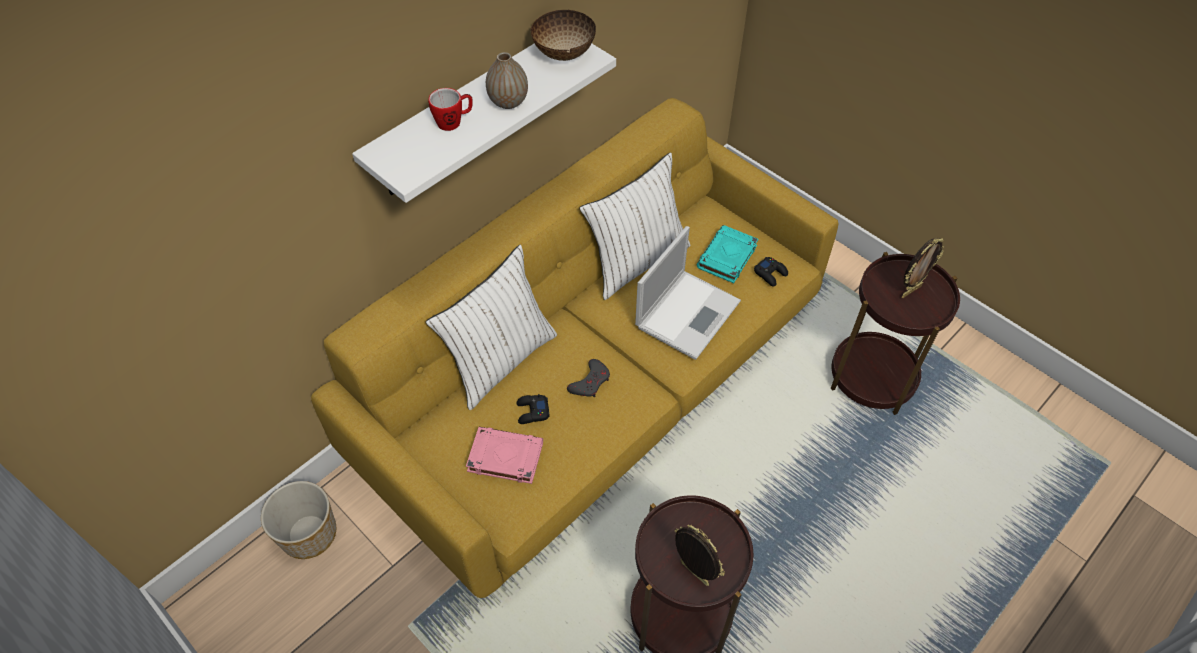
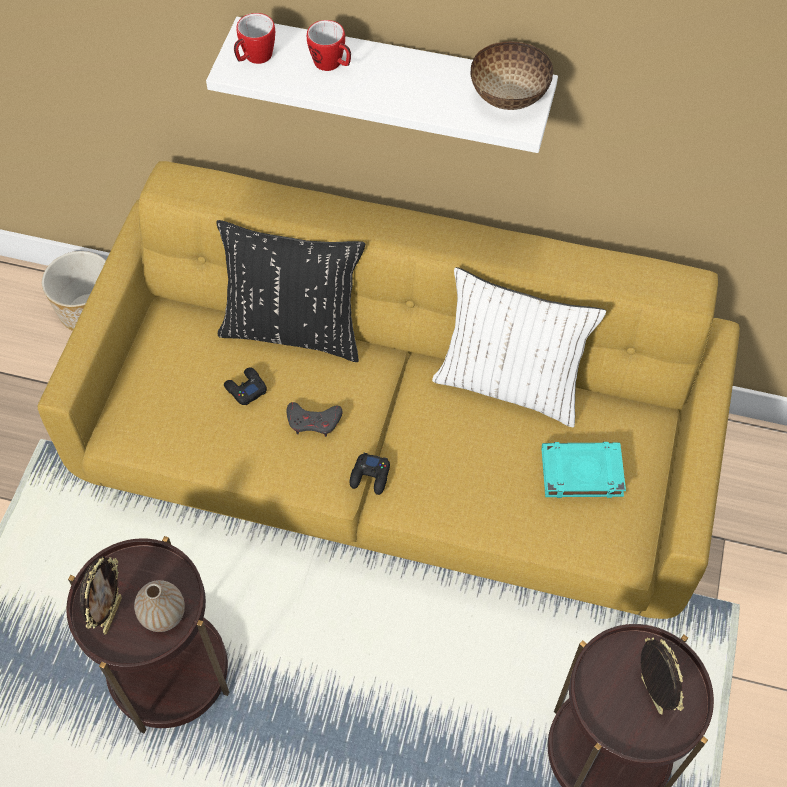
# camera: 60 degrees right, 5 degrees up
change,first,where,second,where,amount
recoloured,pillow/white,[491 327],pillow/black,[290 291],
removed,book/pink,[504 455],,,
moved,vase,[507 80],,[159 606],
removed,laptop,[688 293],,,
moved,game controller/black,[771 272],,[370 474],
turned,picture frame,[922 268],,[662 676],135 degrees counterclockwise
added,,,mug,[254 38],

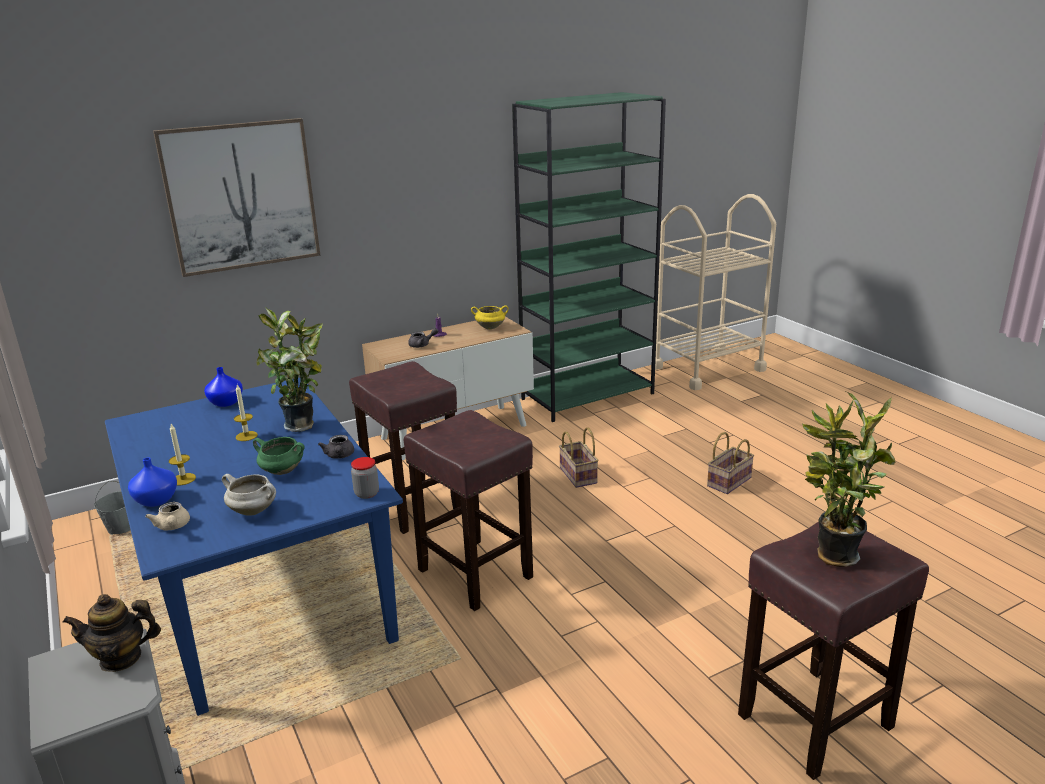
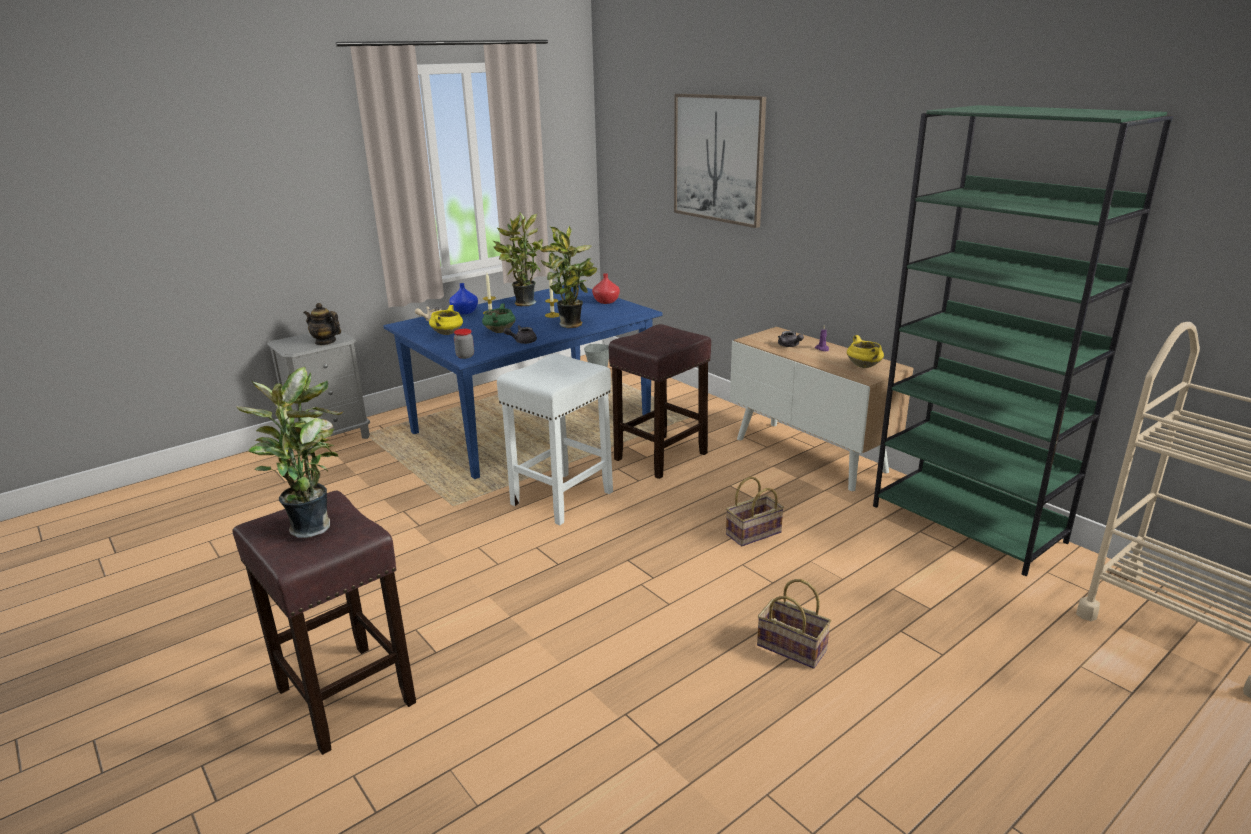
# camera: 80 degrees right, 0 degrees up
change,first,where,second,where,amount
turned,teapot,[111 633],,[322 324],45 degrees counterclockwise
recoloured,vase/blue,[223 387],vase/red,[606 288],
recoloured,cooking pot/white,[249 495],cooking pot/yellow,[446 320],
recoloured,stool/brown,[468 510],stool/white,[555 439],
added,,,potted plant,[518 259],

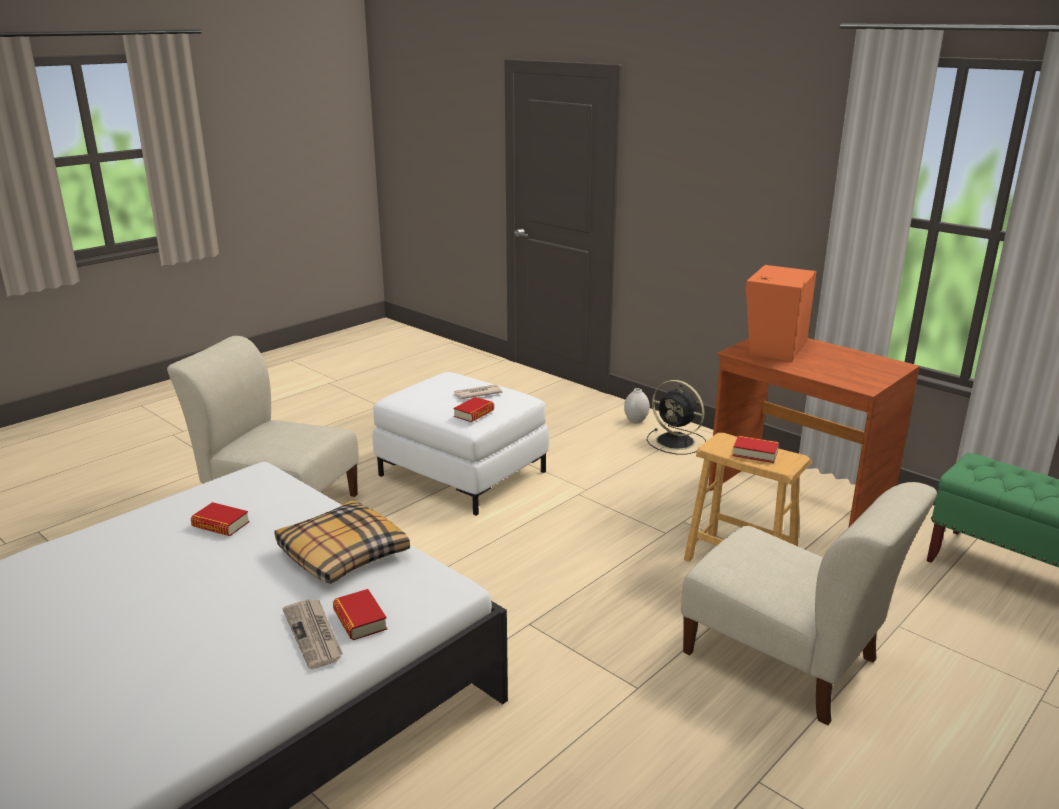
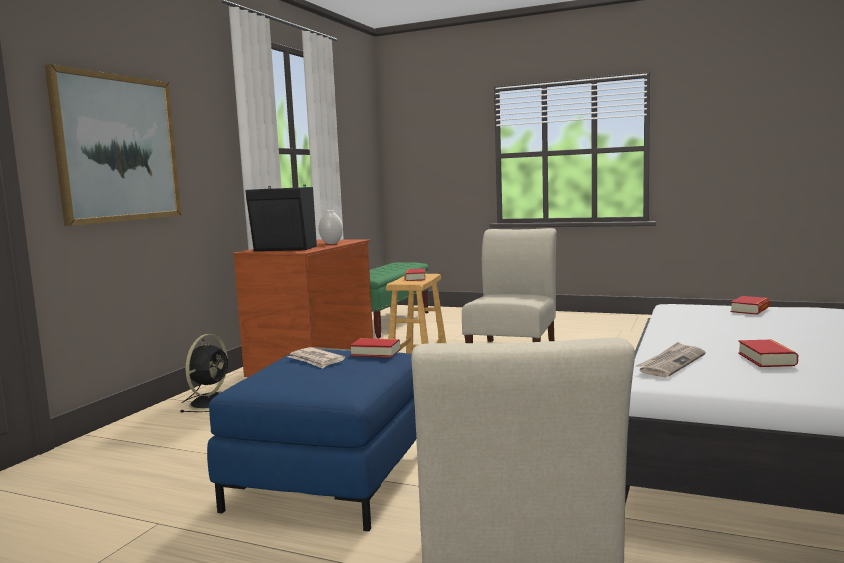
# camera: 110 degrees left, 15 degrees down
change,first,where,second,where,amount
removed,pillow,[342 542],,,
moved,newspaper,[313 634],,[671 359],
recoloured,ottoman/white,[460 444],ottoman/blue,[311 440],
moved,vase/white,[637 406],,[331 227],
recoloured,speaker/orange,[781 313],speaker/black,[281 218],
added,,,picture,[113 145],

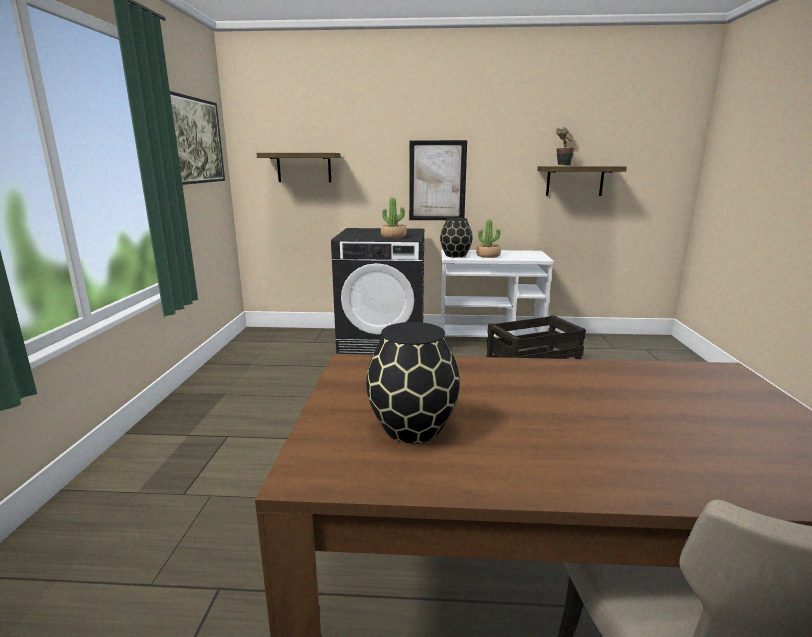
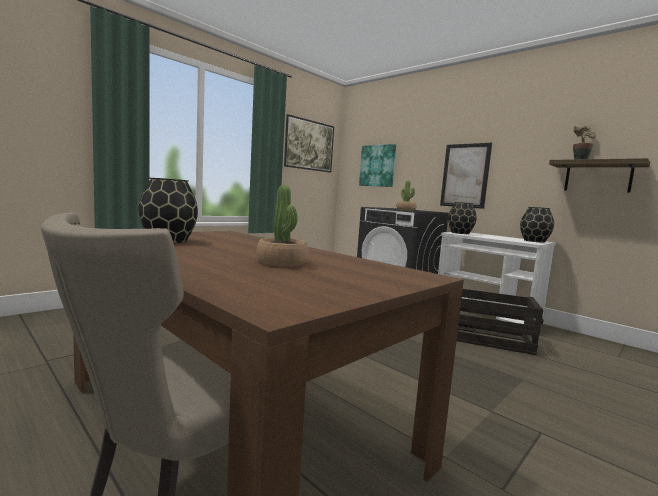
# camera: 40 degrees right, 10 degrees down
change,first,where,second,where,amount
replaced,shelf,[299 167],picture,[377 165],
moved,potted plant,[488 238],,[282 226],
added,,,vase/black,[537 225],

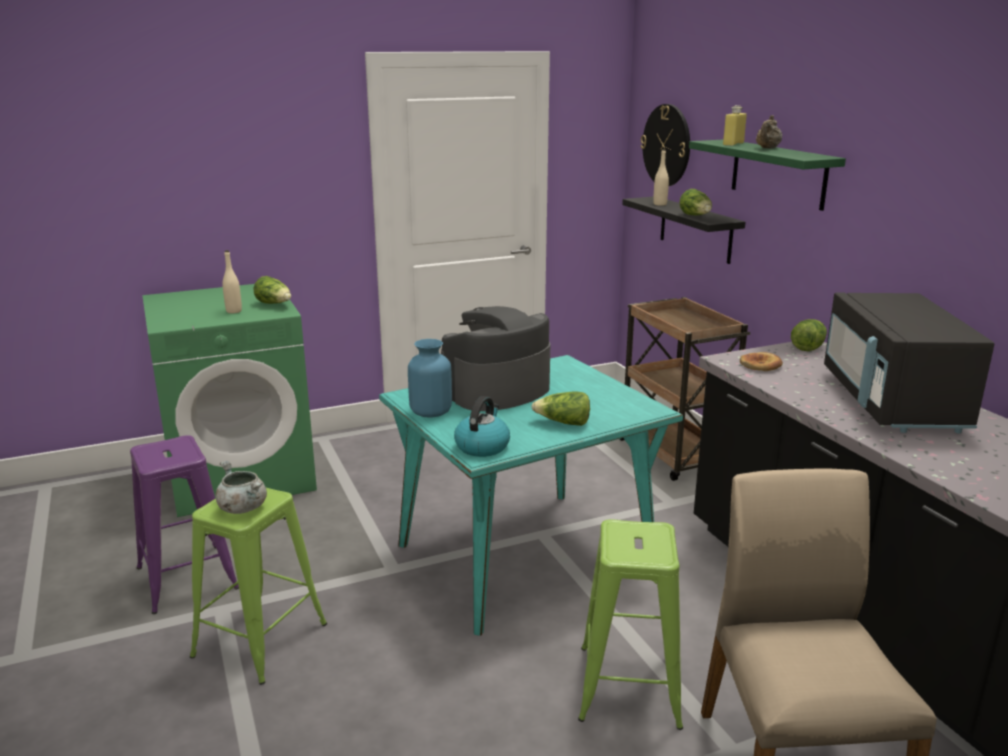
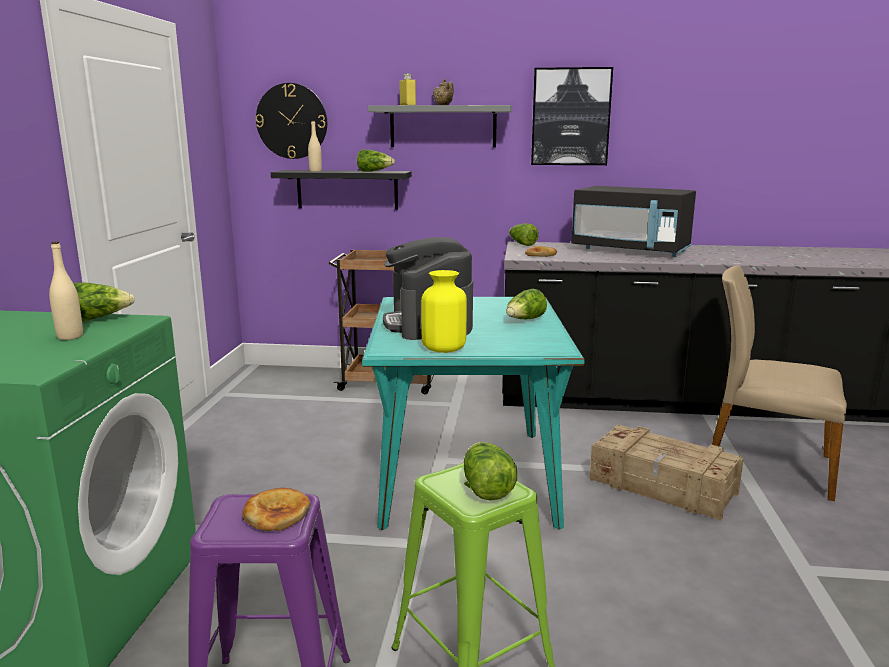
# camera: 60 degrees left, 5 degrees down
change,first,where,second,where,amount
replaced,cooking pot/grey,[241 487],lettuce,[490 471],
recoloured,vase/blue,[430 378],vase/yellow,[444 311],
removed,kettle,[482 426],,,
replaced,stool/green,[630 624],crate,[666 473],
recoloured,shelf/green,[767 175],shelf/grey,[440 126],
added,,,bread,[276 509],
added,,,picture,[572 116],

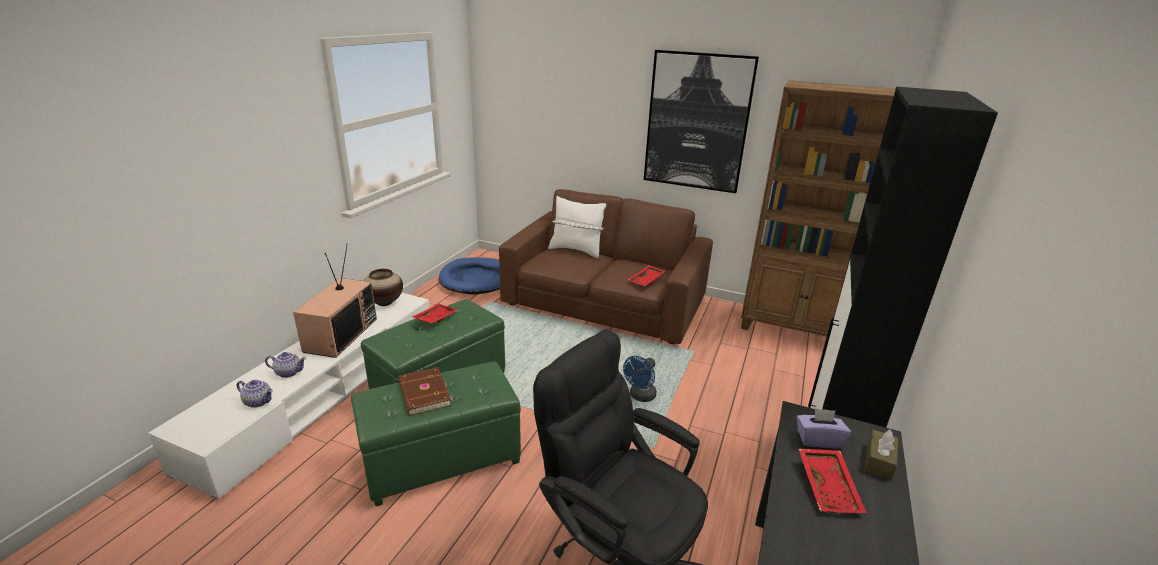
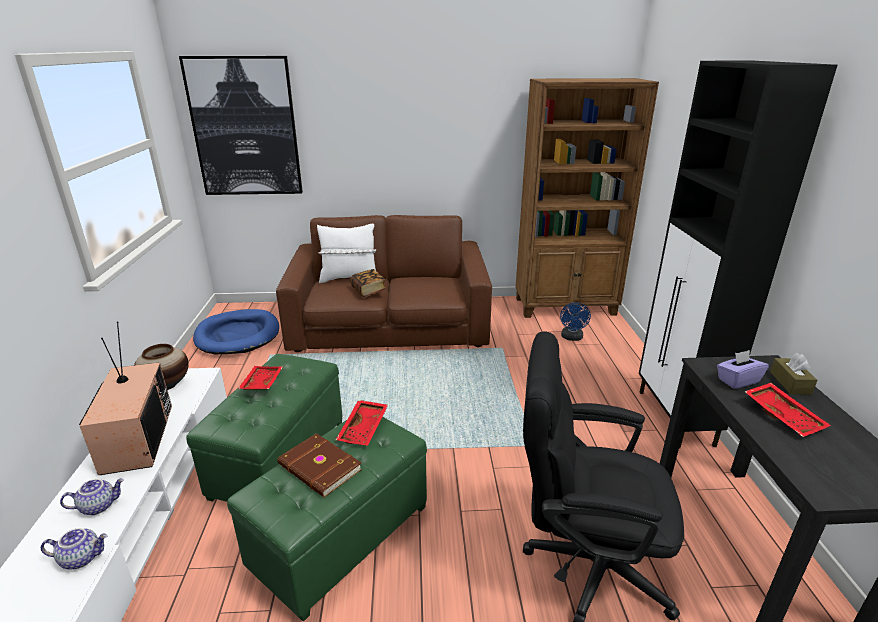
# camera: 25 degrees left, 0 degrees up
change,first,where,second,where,amount
moved,fan/blue,[640 379],,[575 321],
moved,tray/red,[646 275],,[362 423],
moved,picture,[701 121],,[241 125],
added,,,book,[368 283],

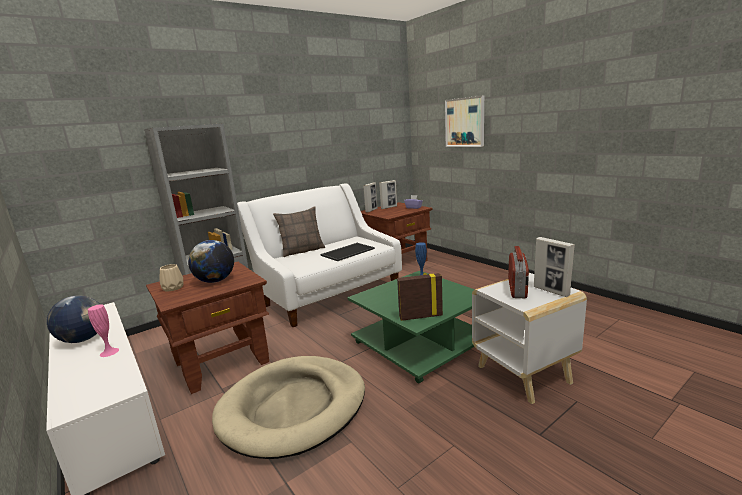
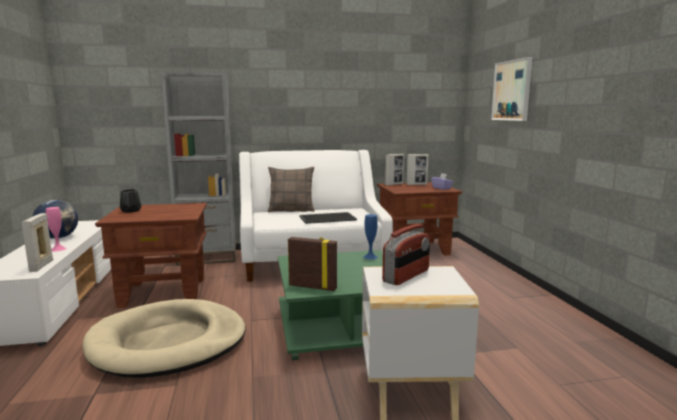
# camera: 25 degrees right, 5 degrees down
change,first,where,second,where,amount
recoloured,vase/beige,[171 278],vase/black,[130 200],
removed,globe,[211 261],,,
moved,picture frame,[554 267],,[37 242],

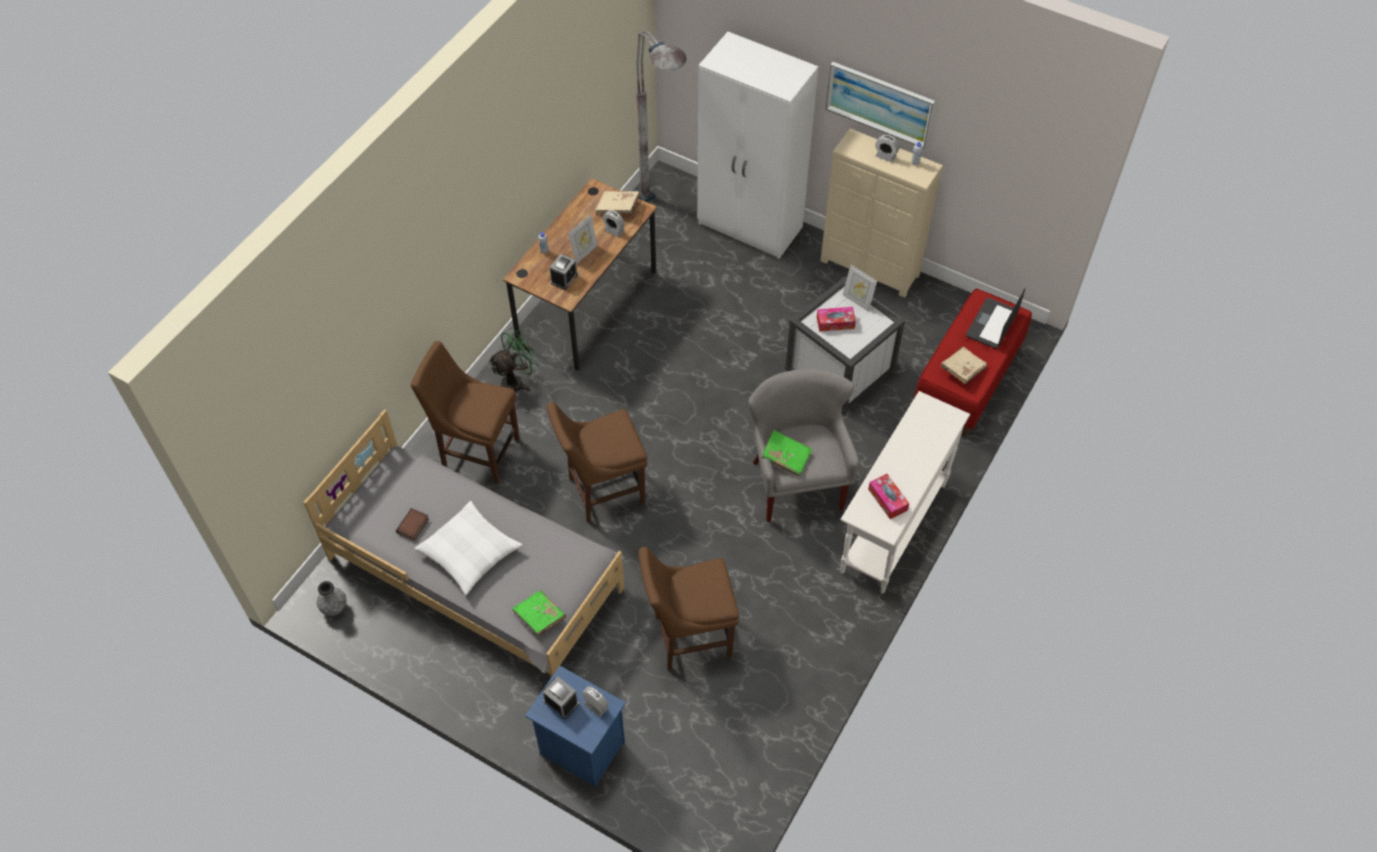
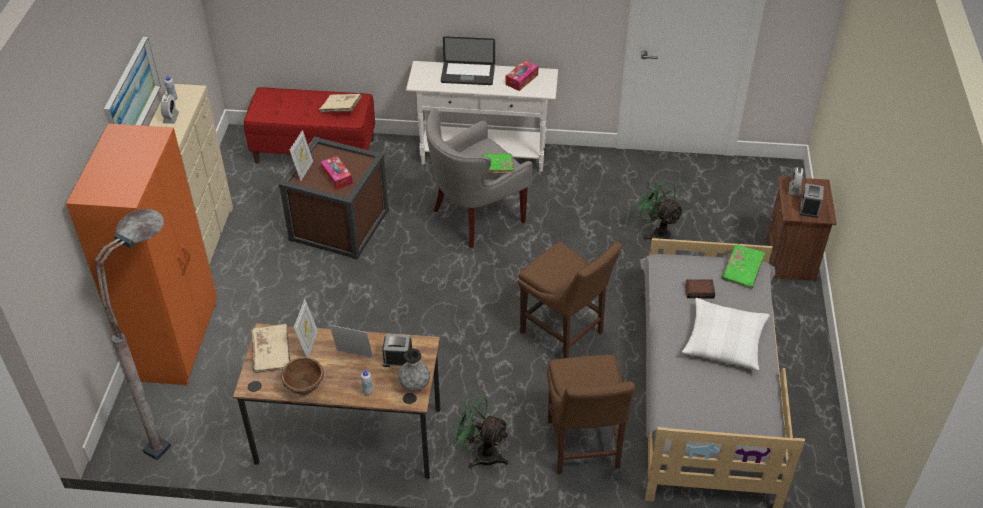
# camera: 115 degrees left, 10 degrees down
change,first,where,second,where,amount
moved,vase/grey,[332 598],,[414 370],
moved,book,[412 524],,[700 288],
recoloured,nightstand/blue,[575 726],nightstand/brown,[801 229],
replaced,alarm clock,[614 223],picture frame,[306 328],
replaced,chair/brown,[688 608],fan/green,[659 208],
recoloured,wardrobe/white,[758 145],wardrobe/orange,[141 254],
recoloured,storage box/white,[845 345],storage box/brown,[333 198],
moved,laptop,[995 319],,[468 60],
added,,,bowl/brown,[302 376],

